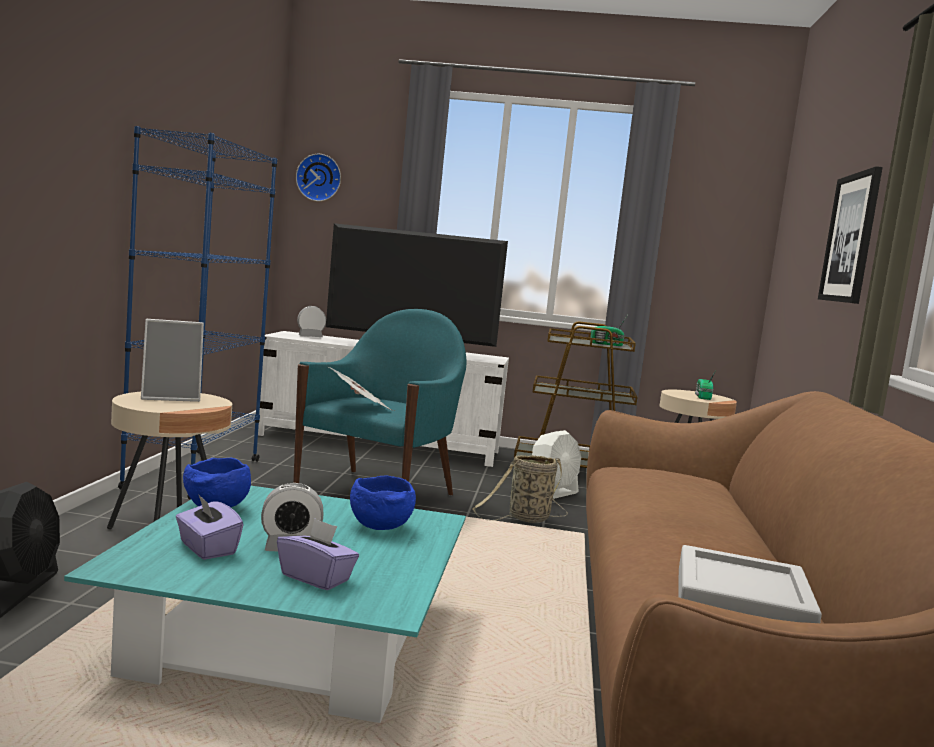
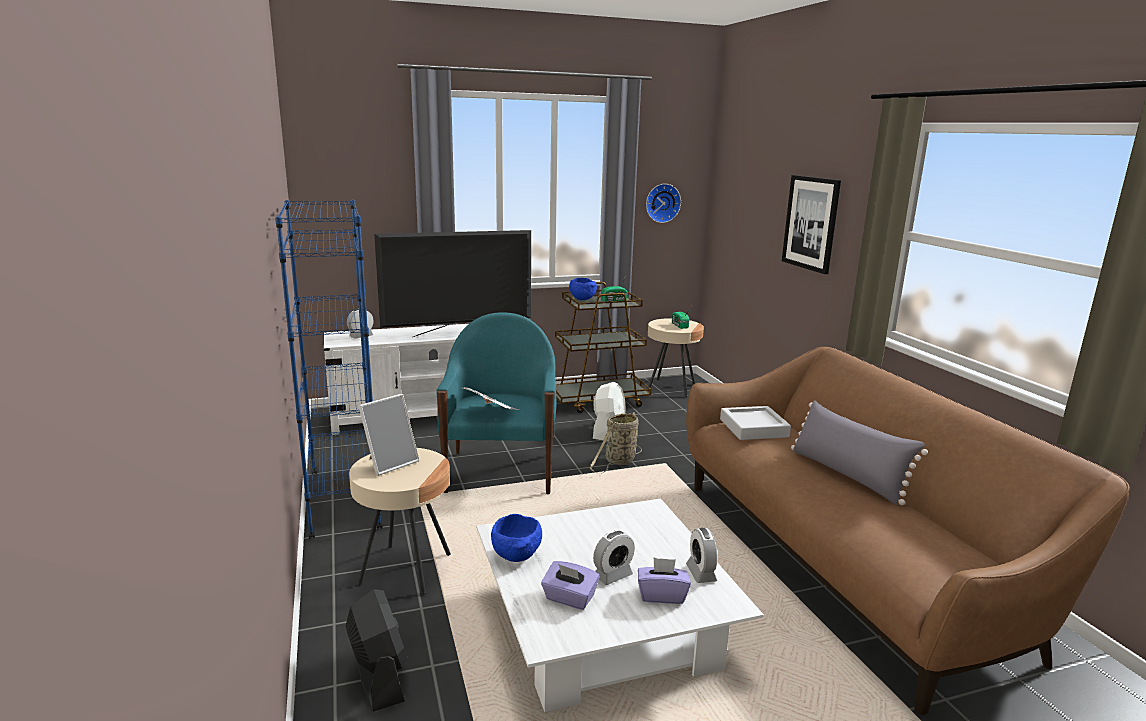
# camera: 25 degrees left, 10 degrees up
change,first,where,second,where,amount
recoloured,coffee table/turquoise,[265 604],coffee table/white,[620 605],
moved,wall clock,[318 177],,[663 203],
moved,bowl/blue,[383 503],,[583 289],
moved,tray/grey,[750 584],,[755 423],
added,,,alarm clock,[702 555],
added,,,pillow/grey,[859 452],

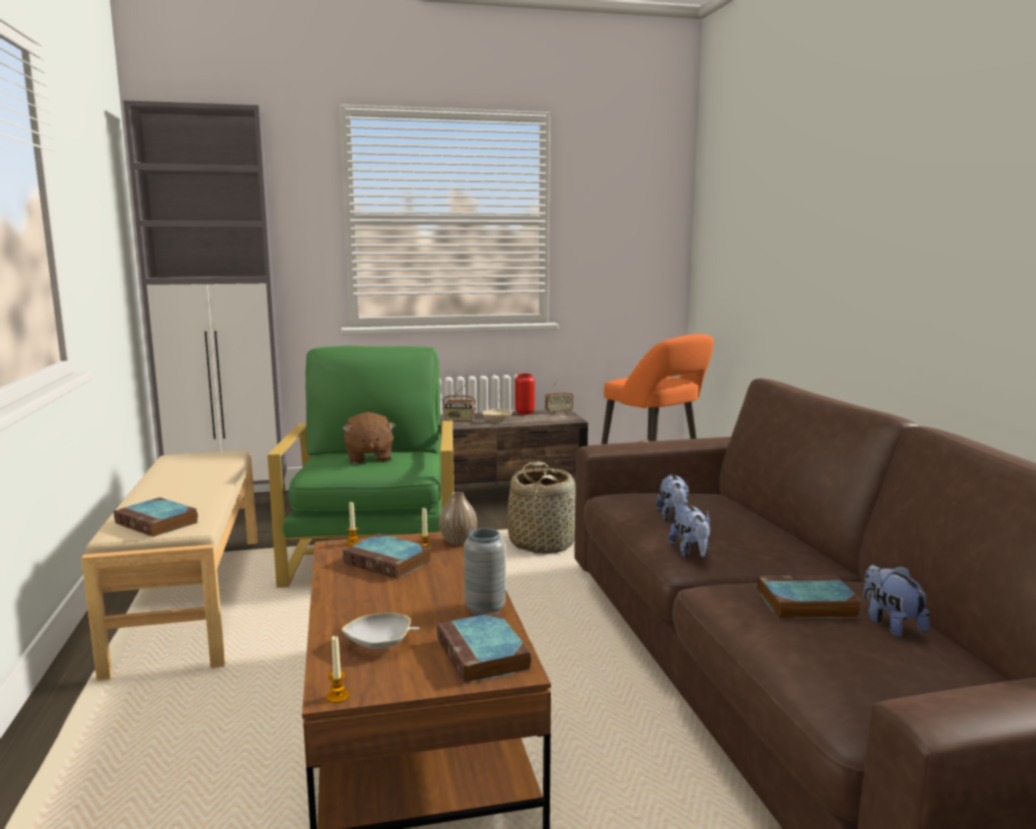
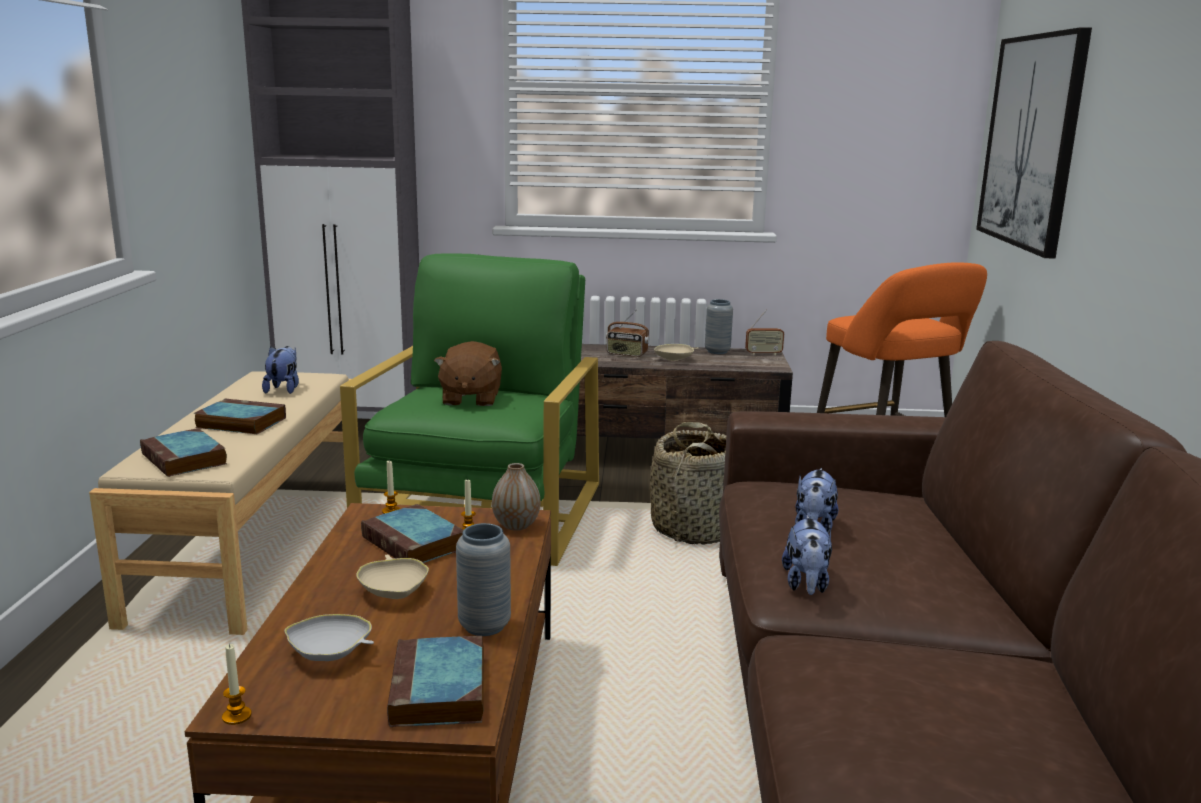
# camera: 15 degrees right, 5 degrees up
change,first,where,second,where,amount
recoloured,vase/red,[525 394],vase/grey,[719 326],
moved,book,[809 597],,[239 416],
moved,plush toy,[897 600],,[280 370],
added,,,bowl/beige,[392 577],
added,,,picture,[1034 143],

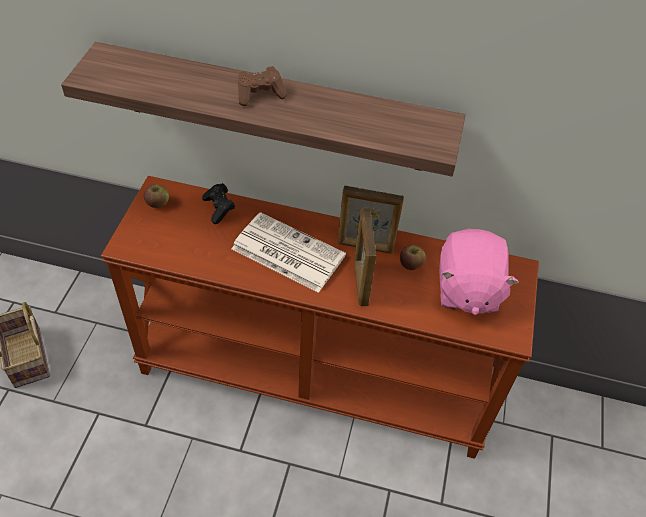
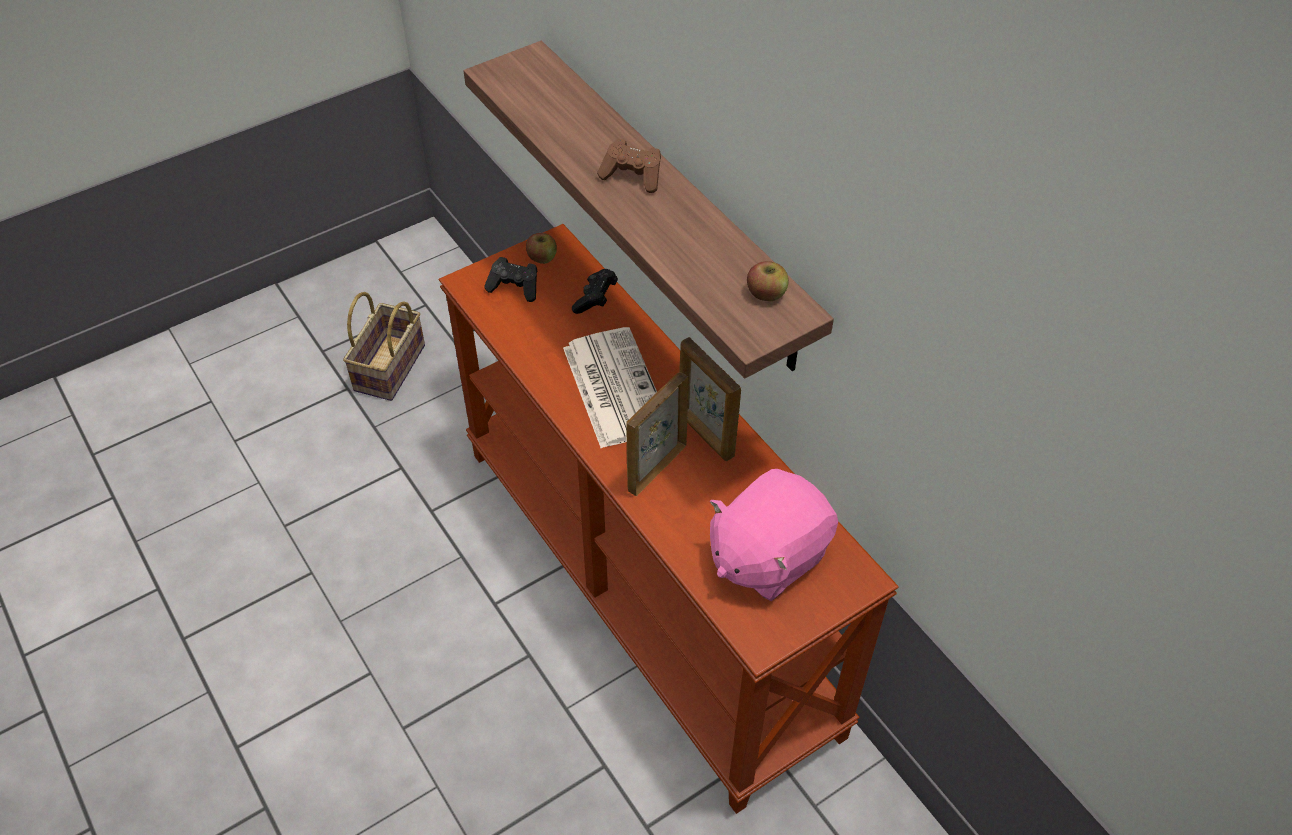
# camera: 45 degrees right, 0 degrees up
change,first,where,second,where,amount
moved,apple,[413 257],,[768 281],
added,,,game controller/black,[510 279],

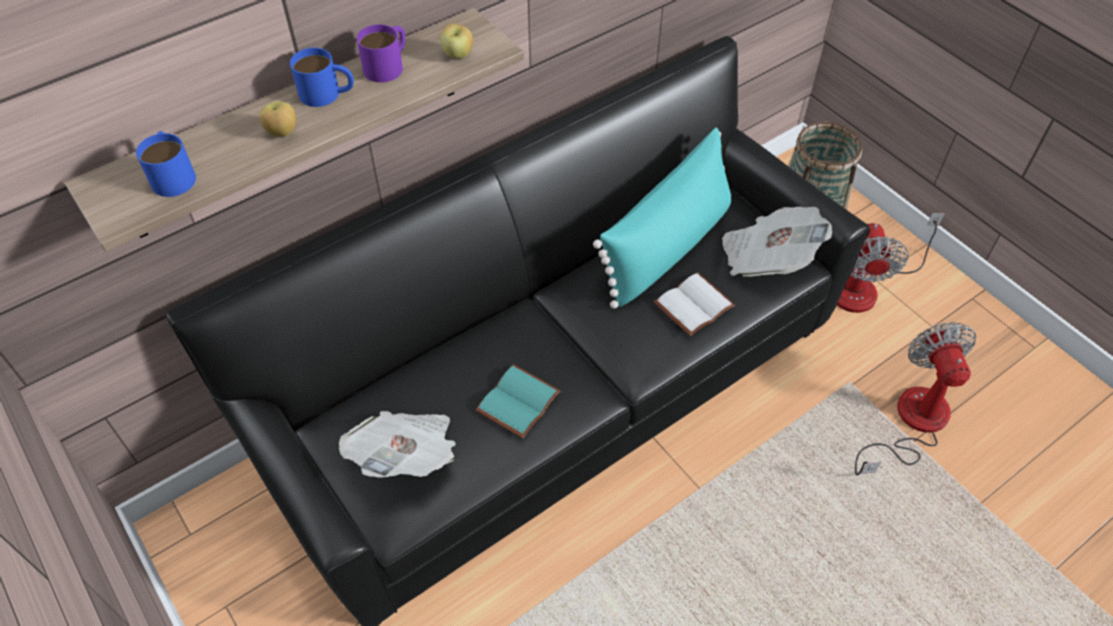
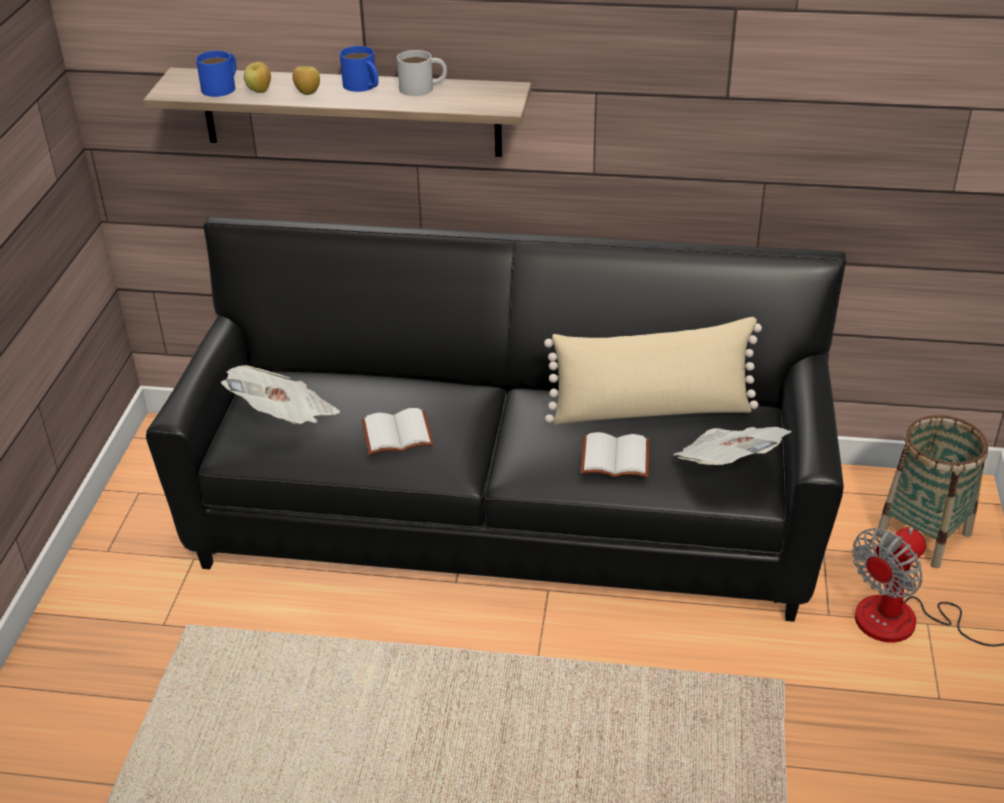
# camera: 45 degrees right, 15 degrees down
change,first,where,second,where,amount
recoloured,mug/purple,[381 53],mug/white,[422 73],
moved,apple,[456 41],,[257 77],
recoloured,book/turquoise,[518 401],book/white,[397 431],
recoloured,pillow/turquoise,[662 218],pillow/beige,[653 371],
removed,fan,[915 398],,,

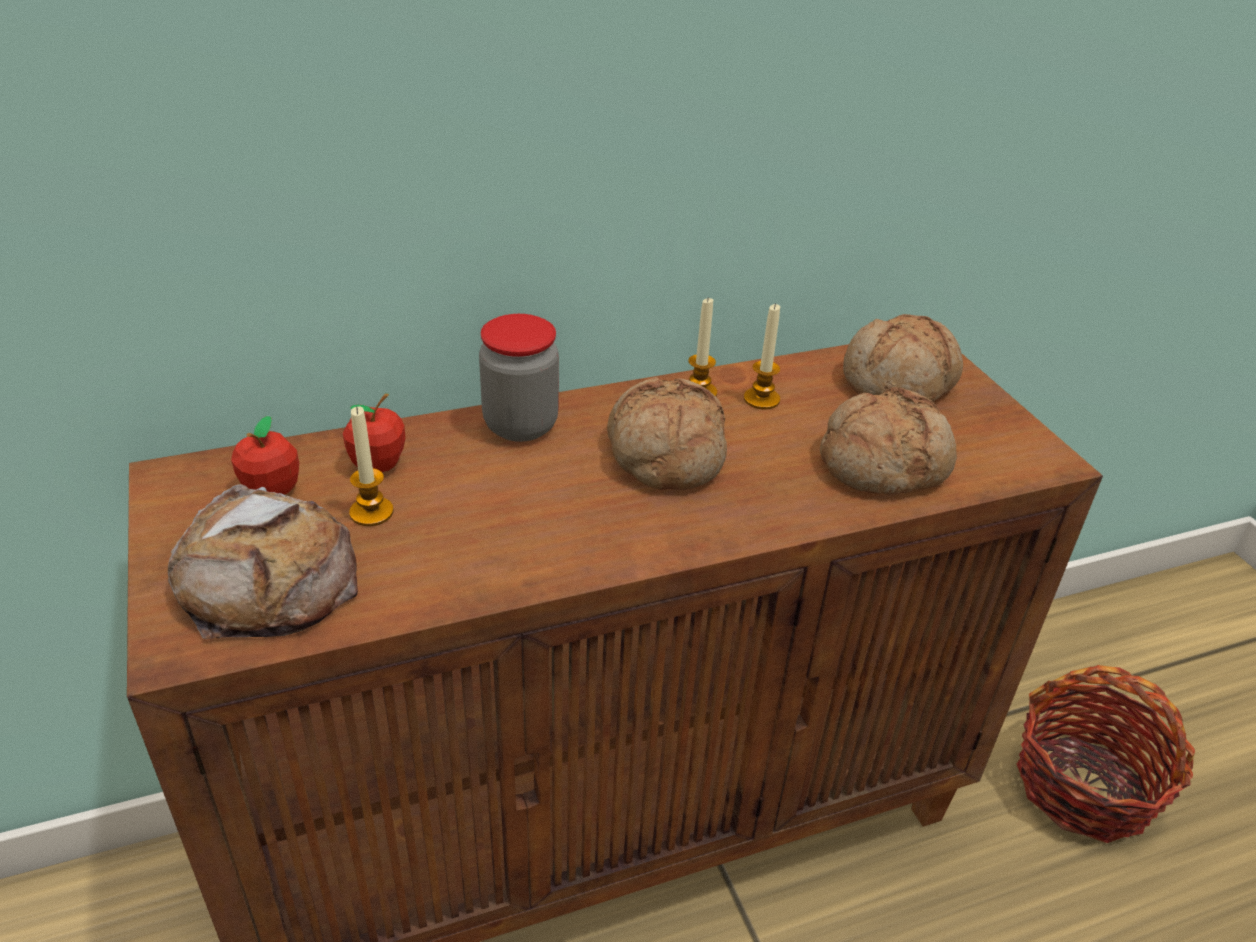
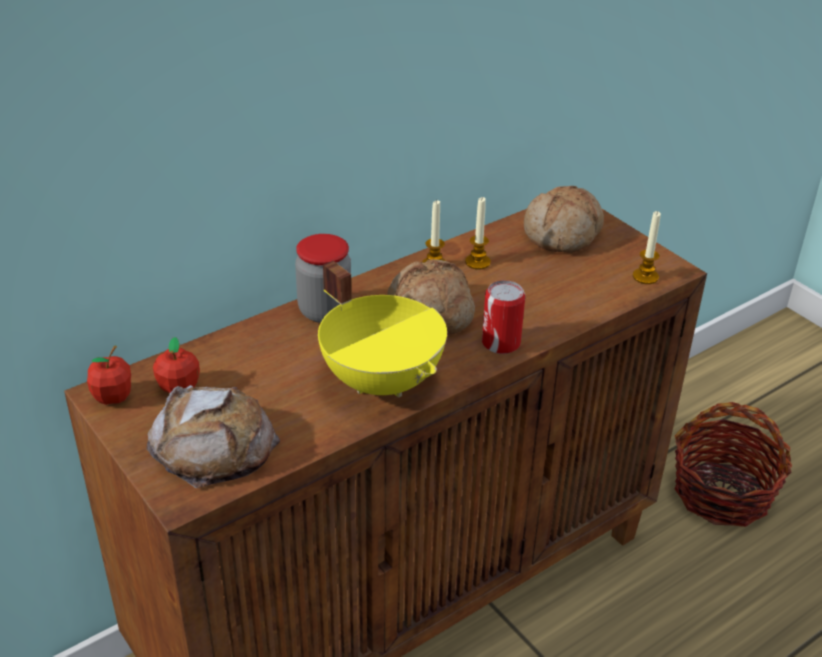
# camera: 15 degrees left, 0 degrees up
change,first,where,second,where,amount
moved,apple,[374 432],,[109 375],
moved,candle,[371 466],,[647 247],
removed,bread,[888 440],,,
added,,,cooking pot/yellow,[382 329],
added,,,can,[503 317],

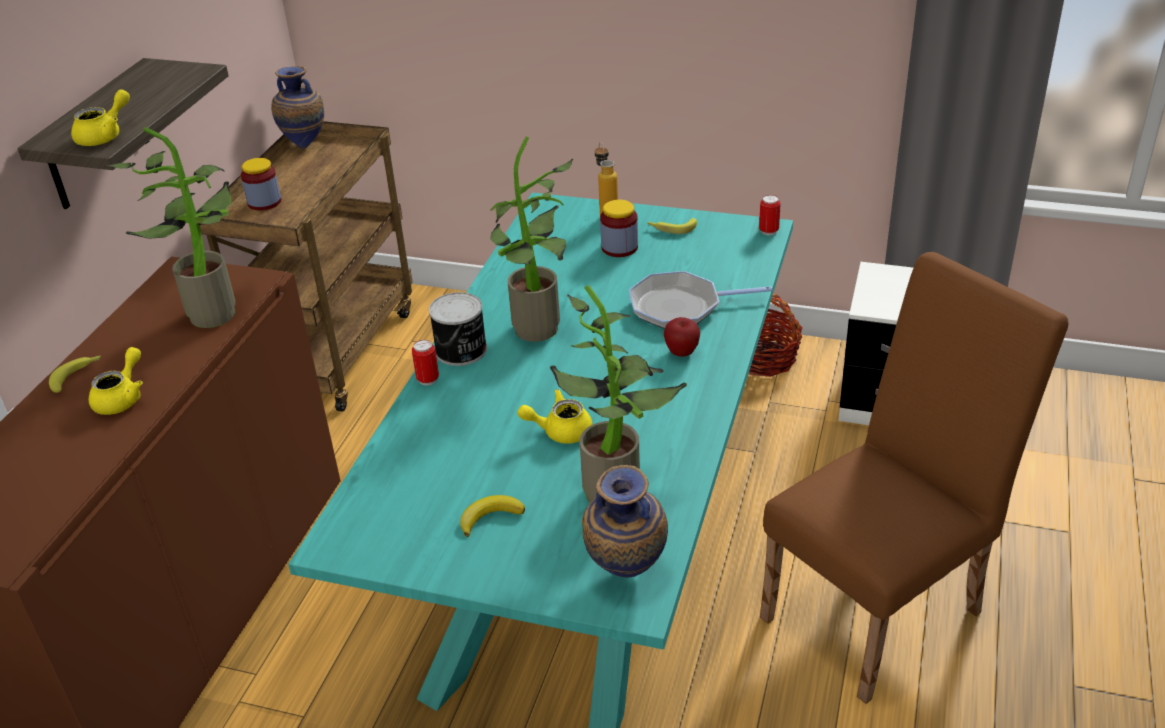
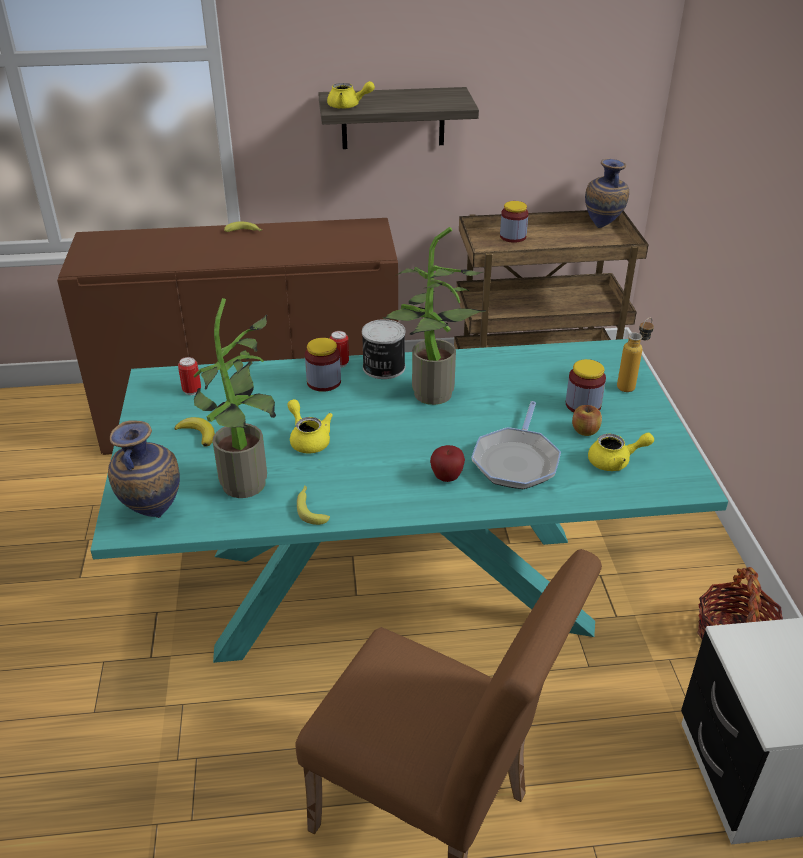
# camera: 65 degrees right, 0 degrees up
change,first,where,second,where,amount
moved,teapot/yellow,[116 381],,[621 452],
removed,potted plant,[170 227],,,
turned,frying pan,[700 300],,[516 445],135 degrees counterclockwise
moved,banana,[672 226],,[313 505],
moved,can,[770 215],,[189 376],
added,,,jar,[323 365],
added,,,apple,[587 420],

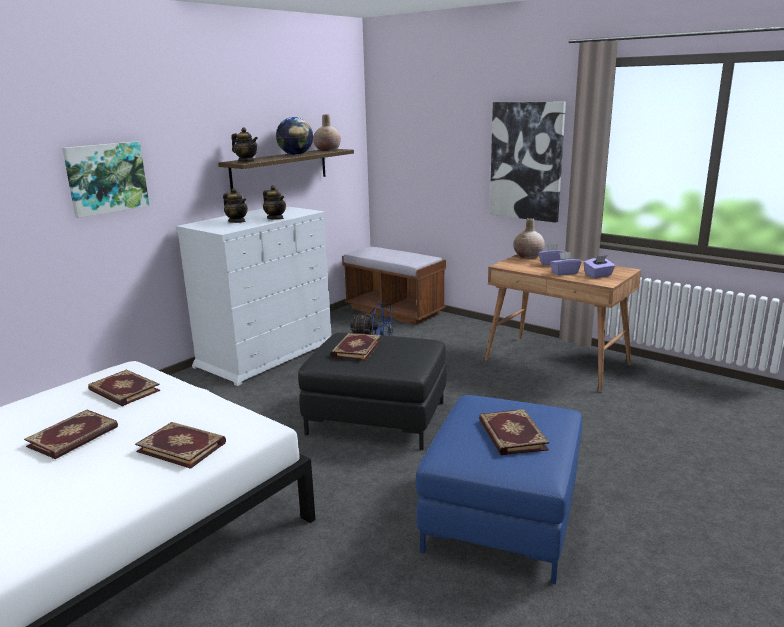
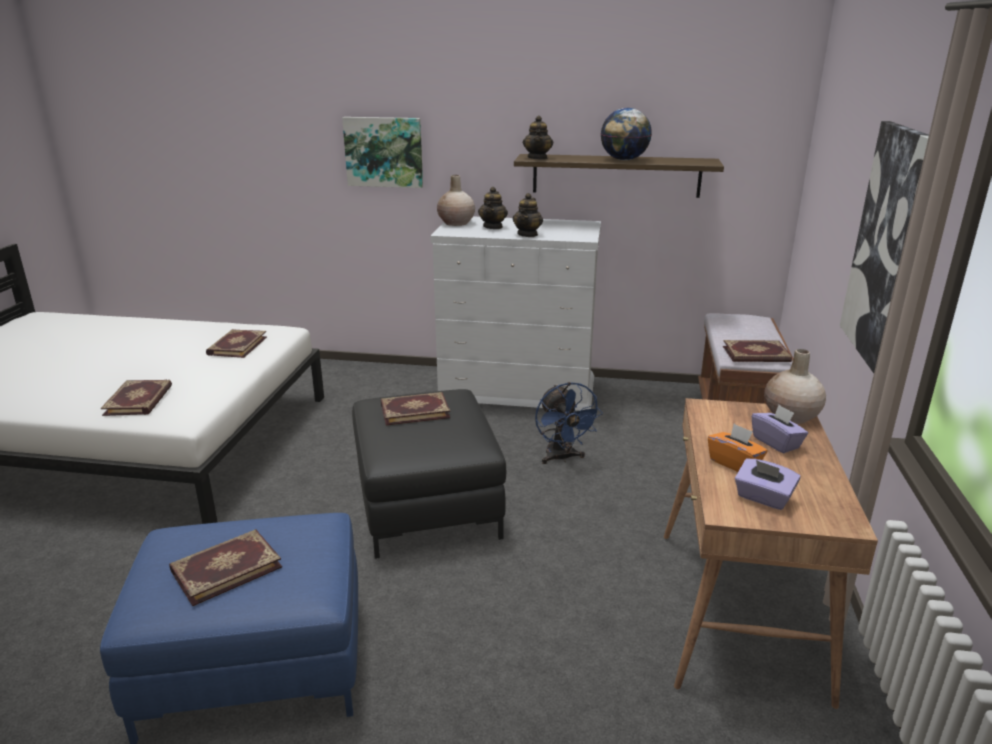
# camera: 60 degrees right, 5 degrees up
change,first,where,second,where,amount
moved,book,[71 434],,[757 351],
moved,vase/beige,[327 132],,[456 200],
recoloured,tissue box/purple,[566 263],tissue box/orange,[738 448],

